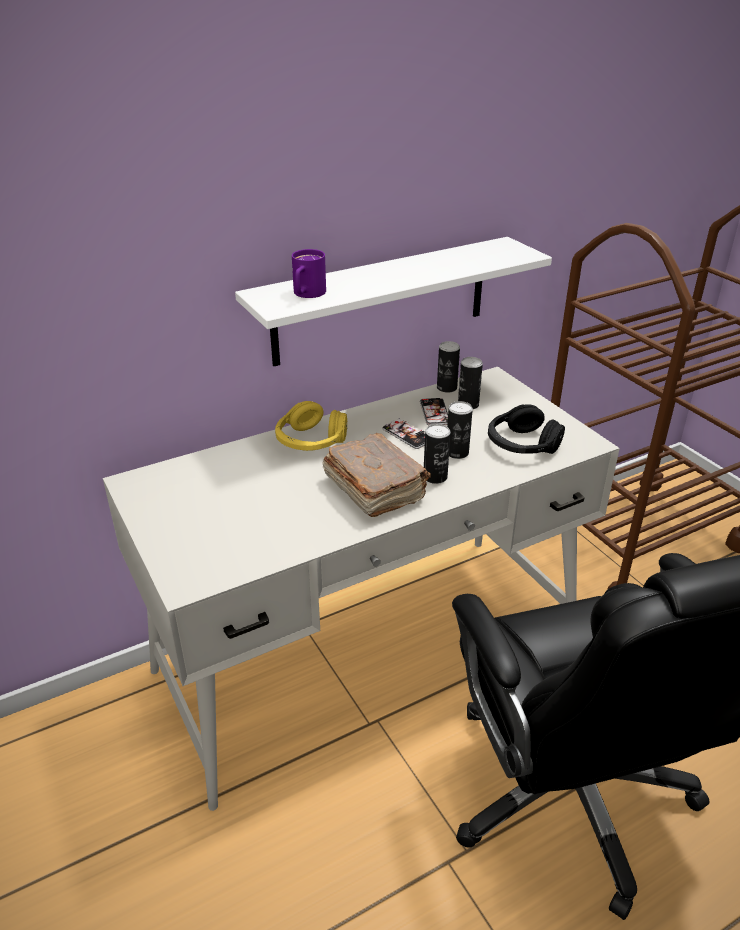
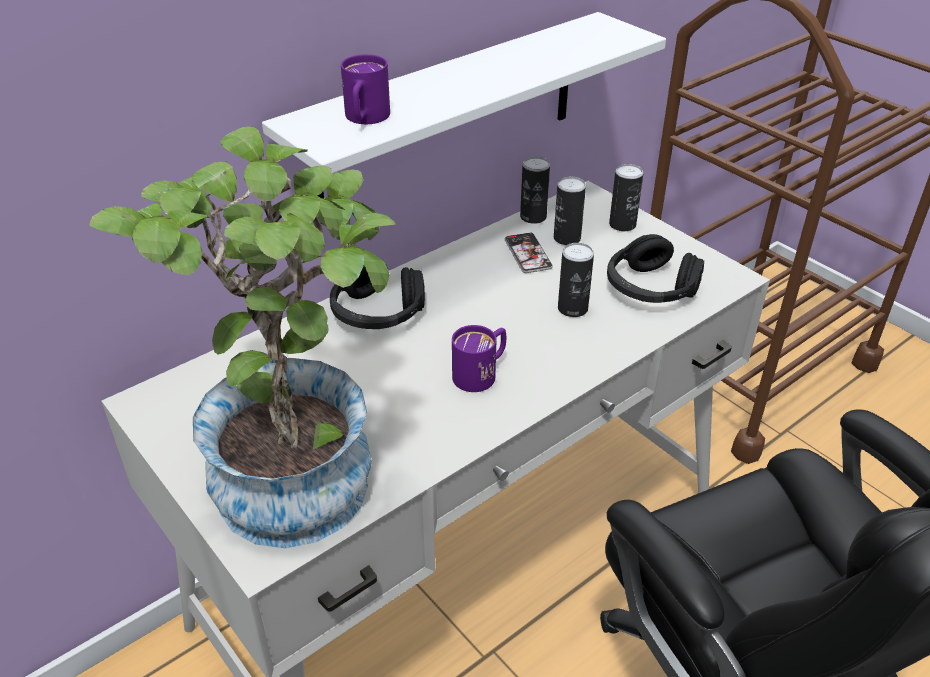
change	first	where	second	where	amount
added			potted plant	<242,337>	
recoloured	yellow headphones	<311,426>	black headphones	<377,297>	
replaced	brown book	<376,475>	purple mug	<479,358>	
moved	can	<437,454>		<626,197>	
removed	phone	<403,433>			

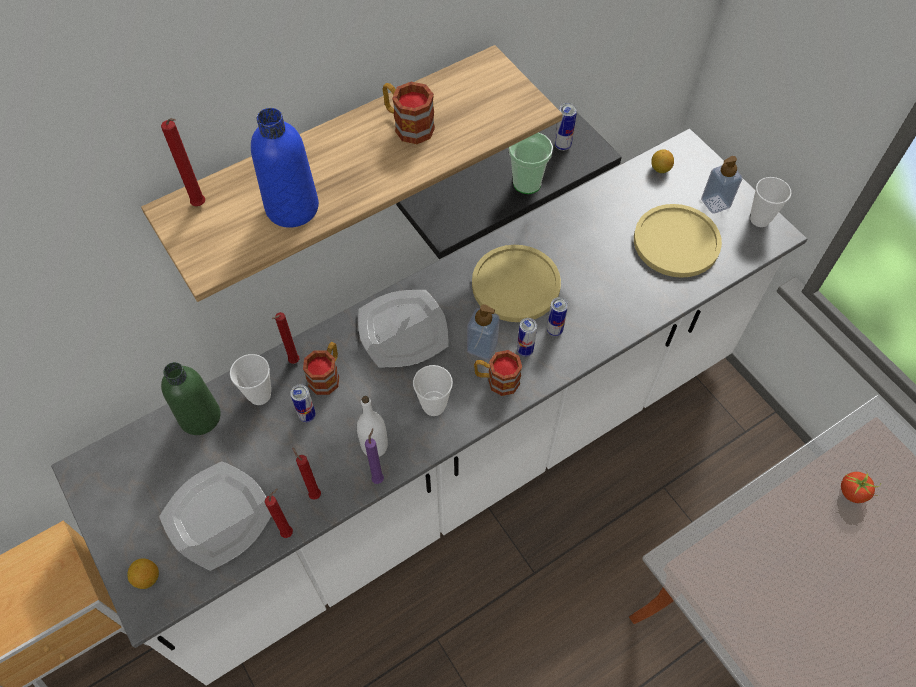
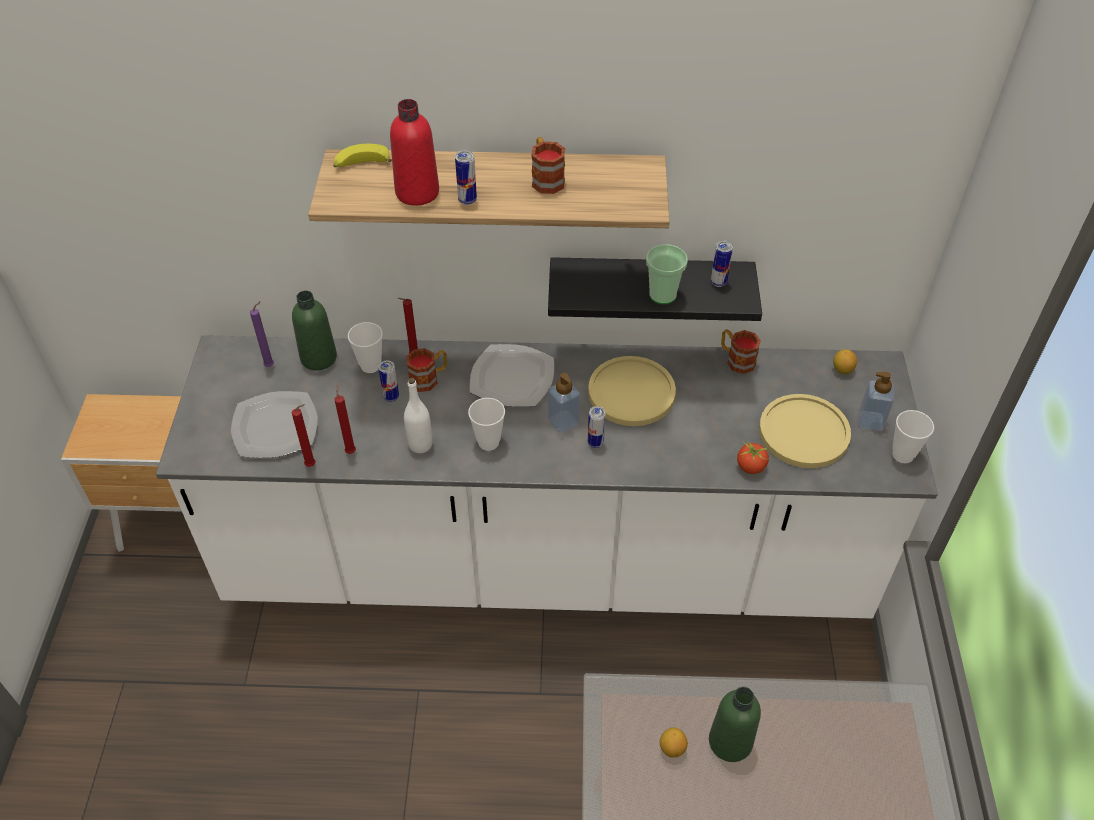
change	first	where	second	where	amount
moved	purple candle	<374,456>		<262,334>	
replaced	red candle	<183,162>	banana	<362,155>	
recoloured	blue bottle	<285,168>	red bottle	<414,152>	
moved	can	<557,316>		<466,177>	
moved	lemon	<143,573>		<674,743>	
added			green bottle	<735,724>	
moved	mug	<498,373>		<741,351>	
moved	tomato	<861,487>		<753,458>	

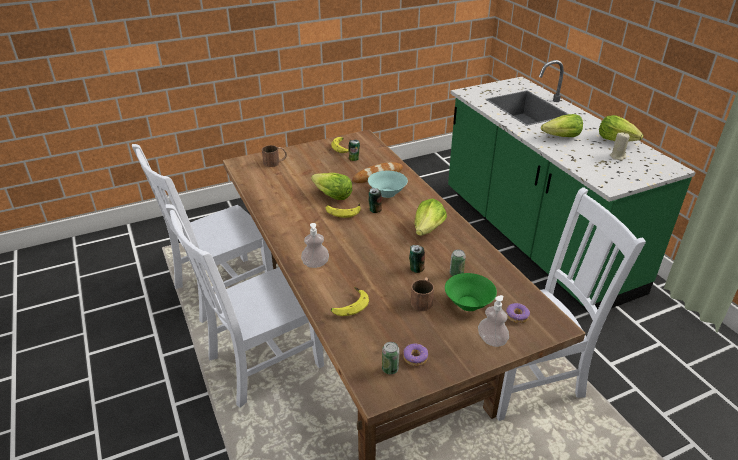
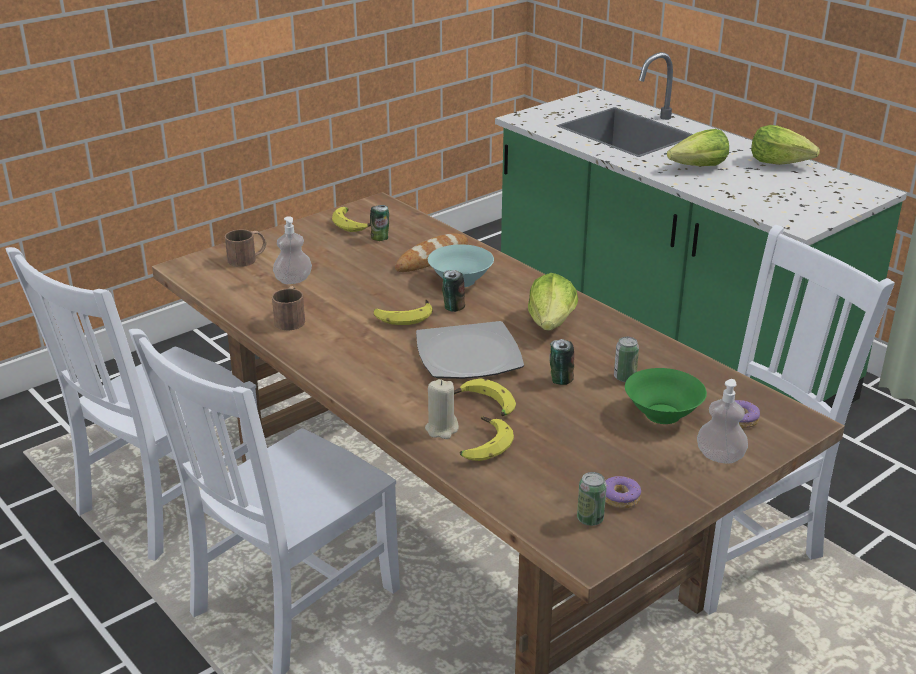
change	first	where	second	where	amount
moved	brown mug	<422,294>		<288,308>	
moved	soap dispenser	<315,245>		<292,250>	
added			plate	<470,350>	
moved	beige candle	<620,146>		<442,409>	
added			banana	<485,397>	
removed	lettuce	<331,186>			

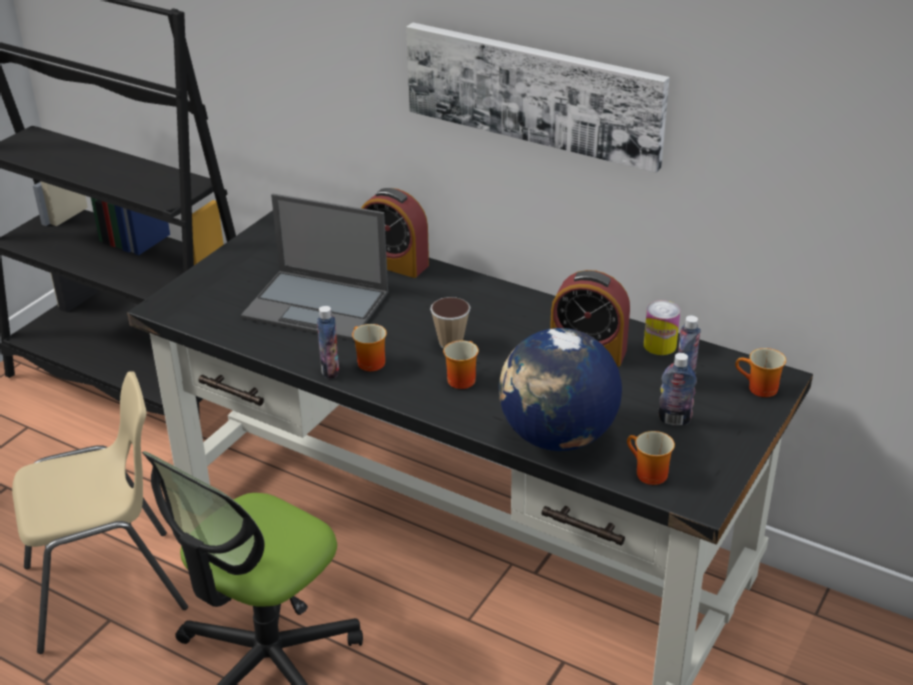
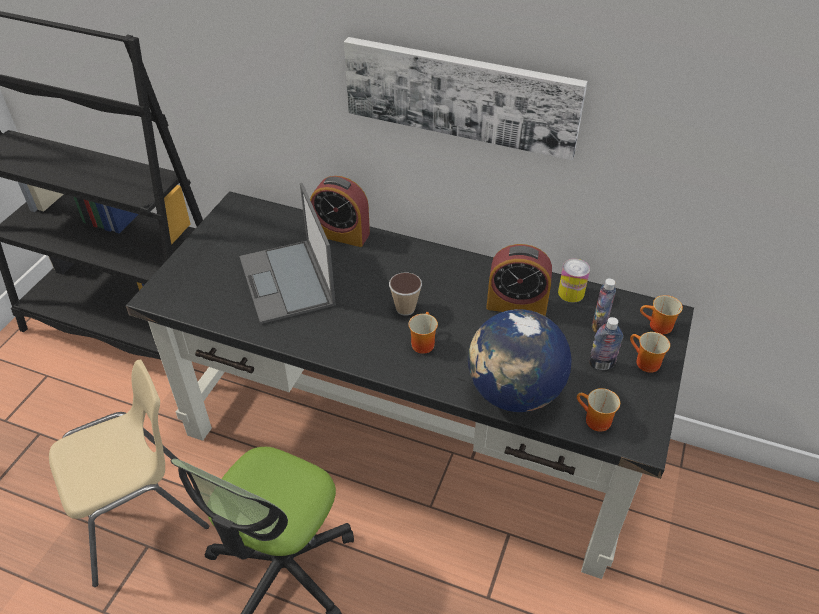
change	first	where	second	where	amount
turned	laptop	<314,267>		<287,253>	60 degrees clockwise
moved	mug	<369,347>		<650,352>	
removed	bottle	<328,342>			

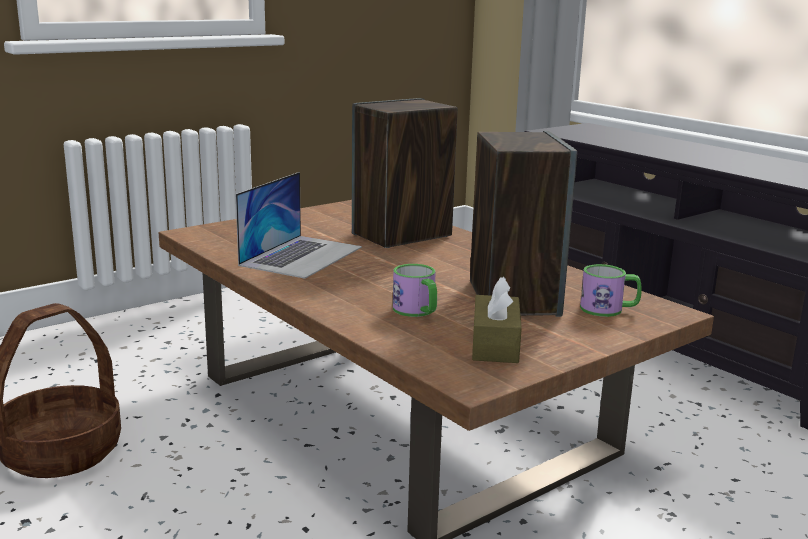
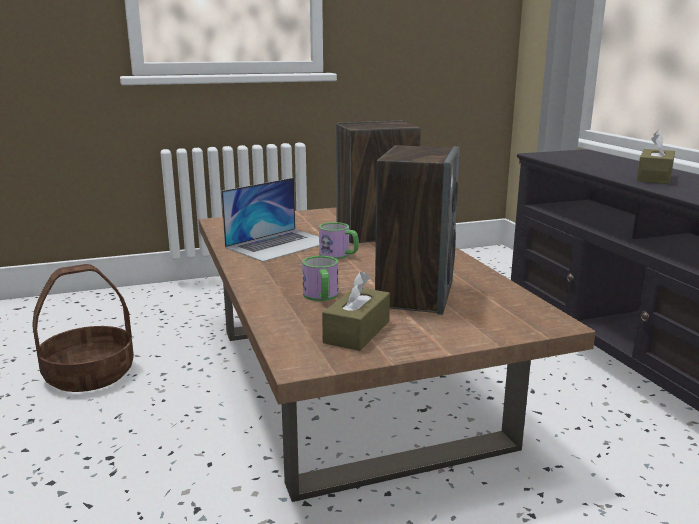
change	first	where	second	where	amount
moved	mug	<611,290>		<339,240>	
added			brown tissue box	<655,157>	

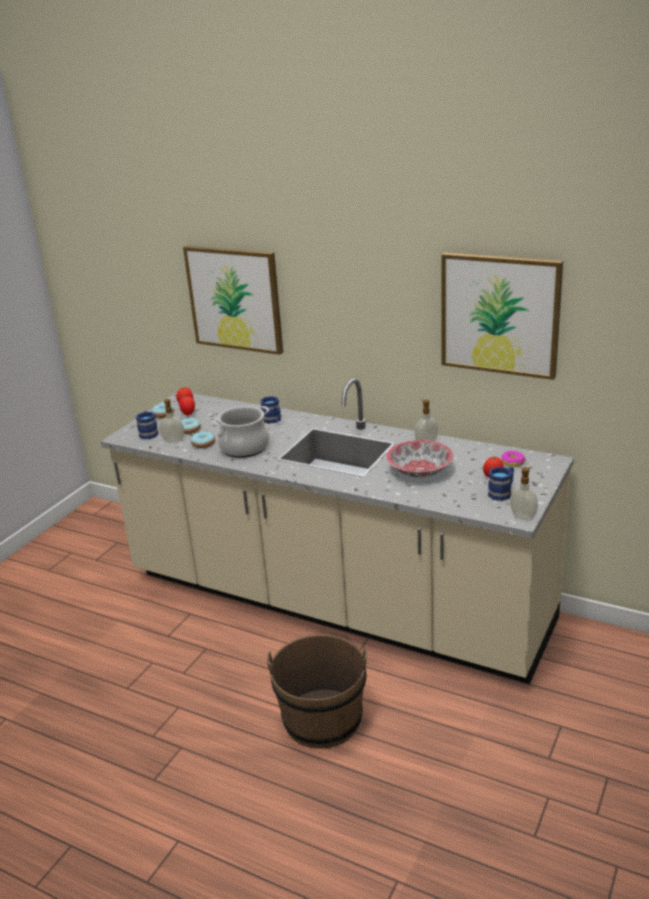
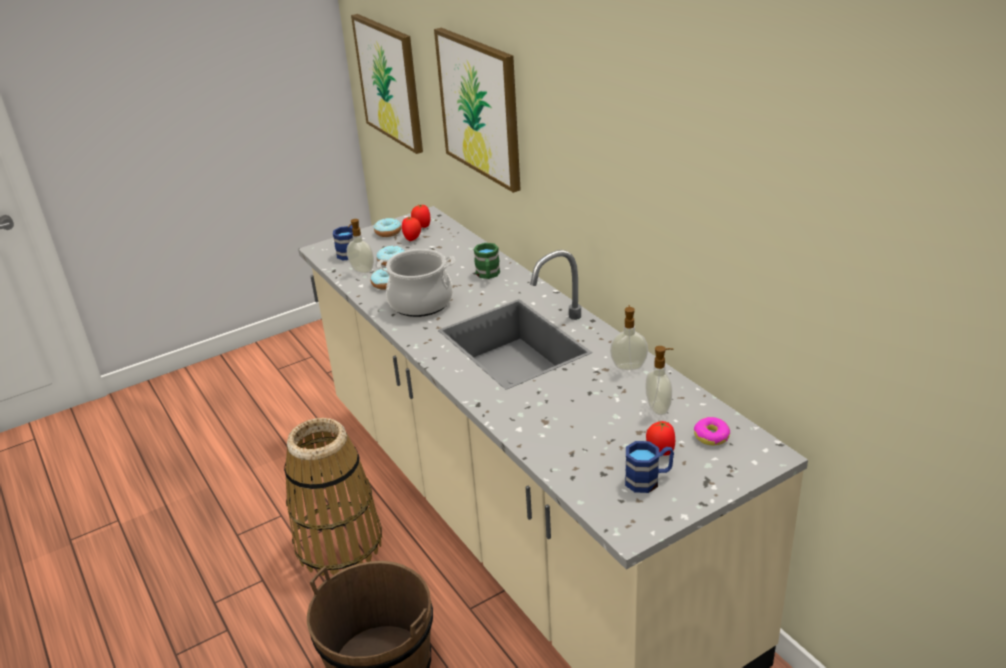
change	first	where	second	where	amount
added			basket	<333,497>	
moved	picture	<502,316>		<387,84>	
recoloured	blue mug	<270,410>	green mug	<486,261>	
moved	soap dispenser	<524,494>		<659,380>	
removed	bowl	<420,459>			

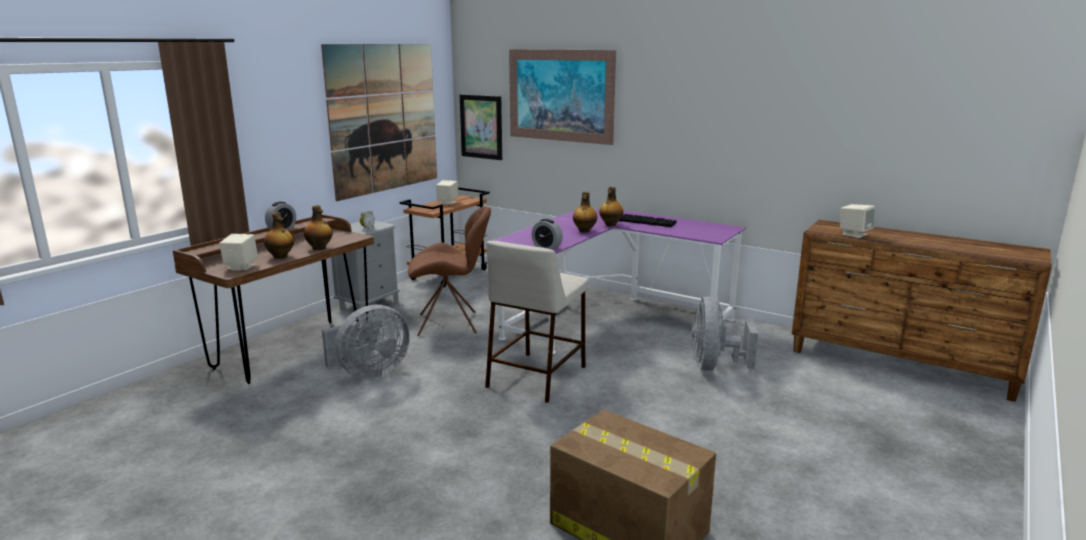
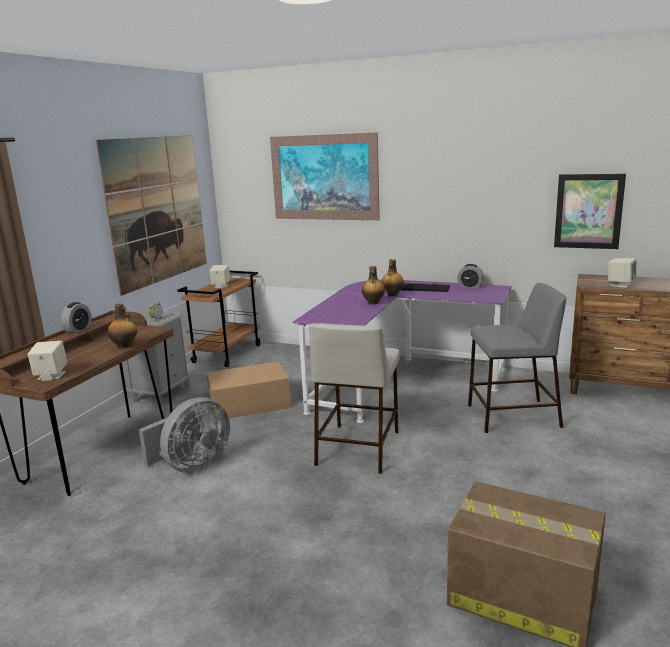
change	first	where	second	where	amount
replaced	brown chair	<449,271>	cardboard box	<249,391>	
moved	alarm clock	<547,234>		<470,276>	
replaced	grey fan	<725,334>	grey stool	<517,358>	
moved	picture	<481,127>		<590,211>	
removed	bottle	<279,235>			

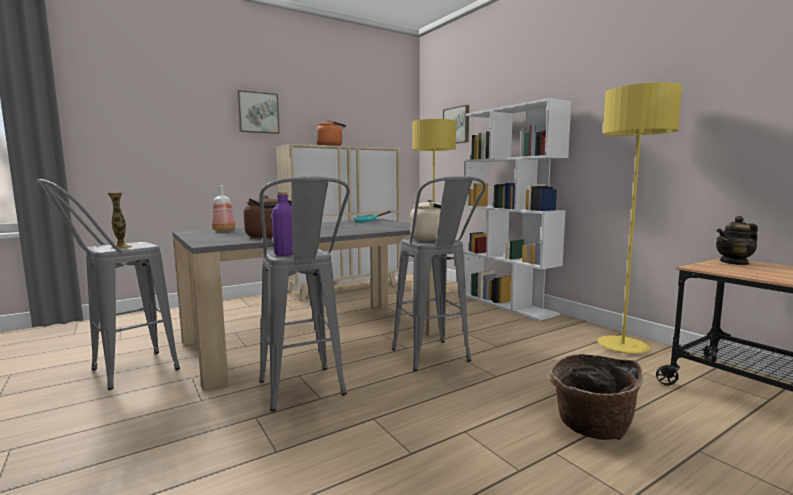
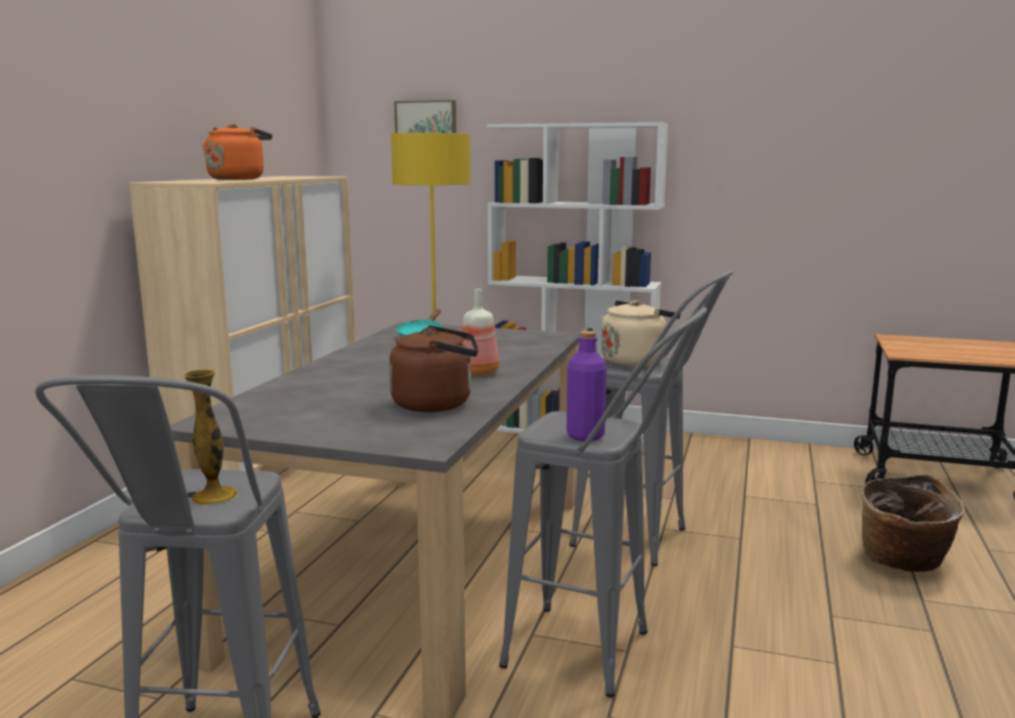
change	first	where	second	where	amount
moved	bottle	<223,208>		<480,332>	
removed	picture	<258,112>			
removed	yellow floor lamp	<639,218>			
removed	teapot	<737,240>			

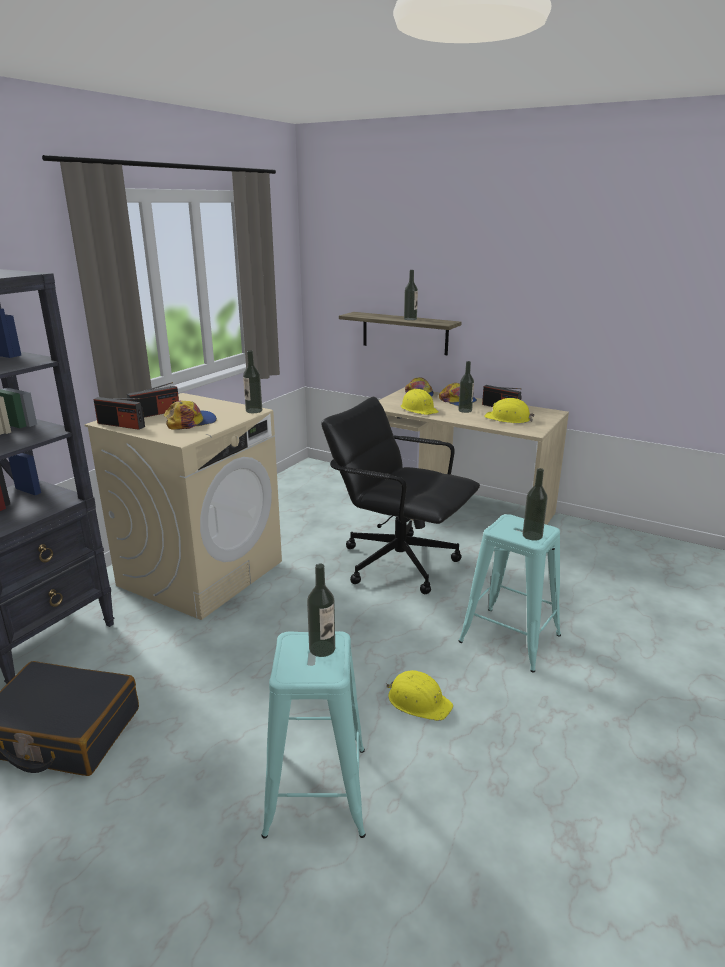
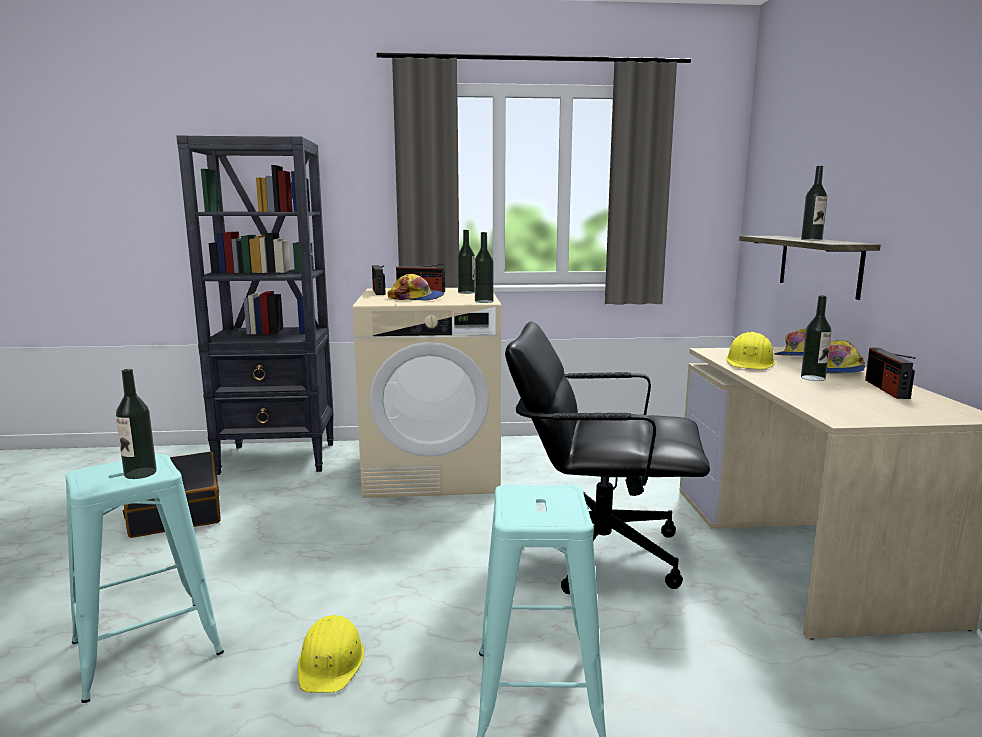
change	first	where	second	where	amount
moved	bottle	<535,504>		<466,262>	
turned	black office chair	<400,495>		<607,457>	75 degrees counterclockwise
removed	yellow hard hat	<509,410>			

